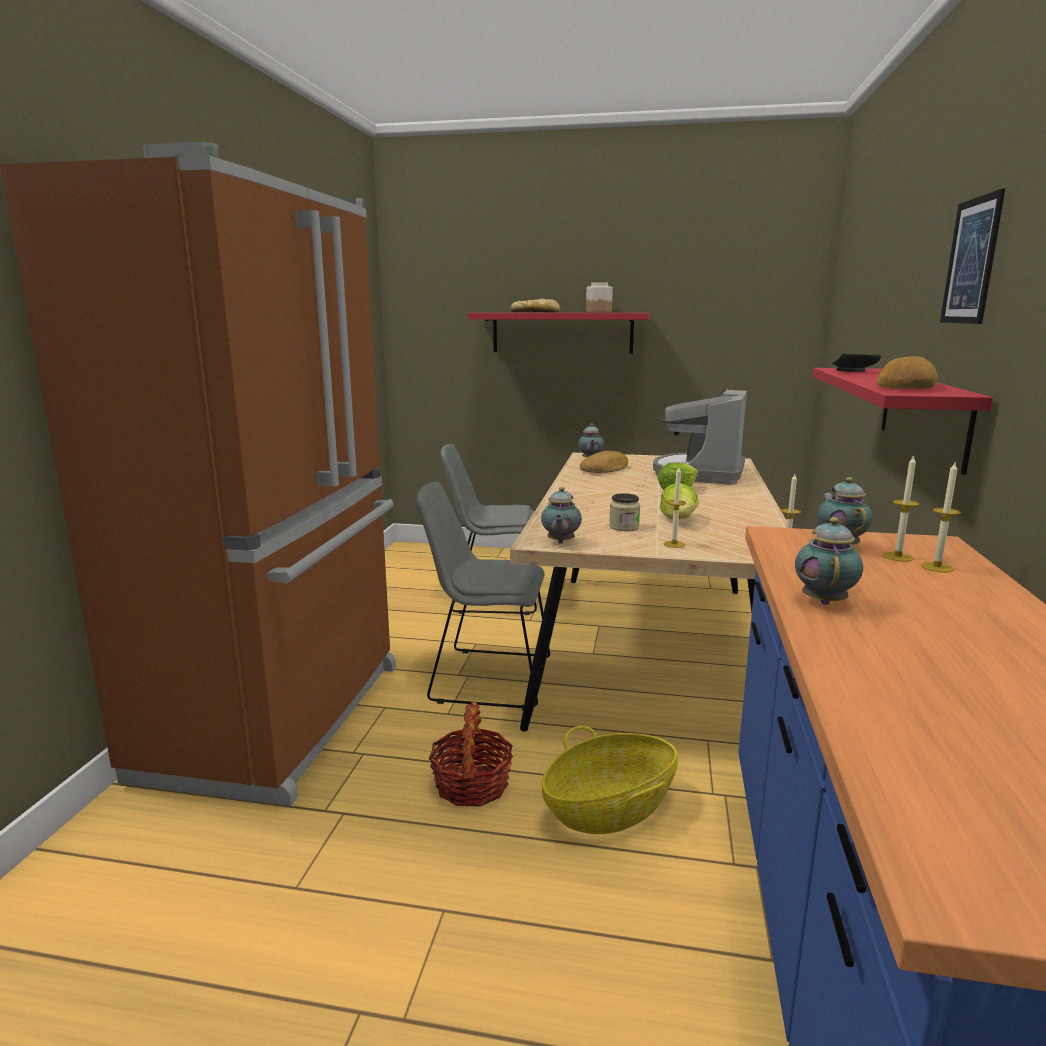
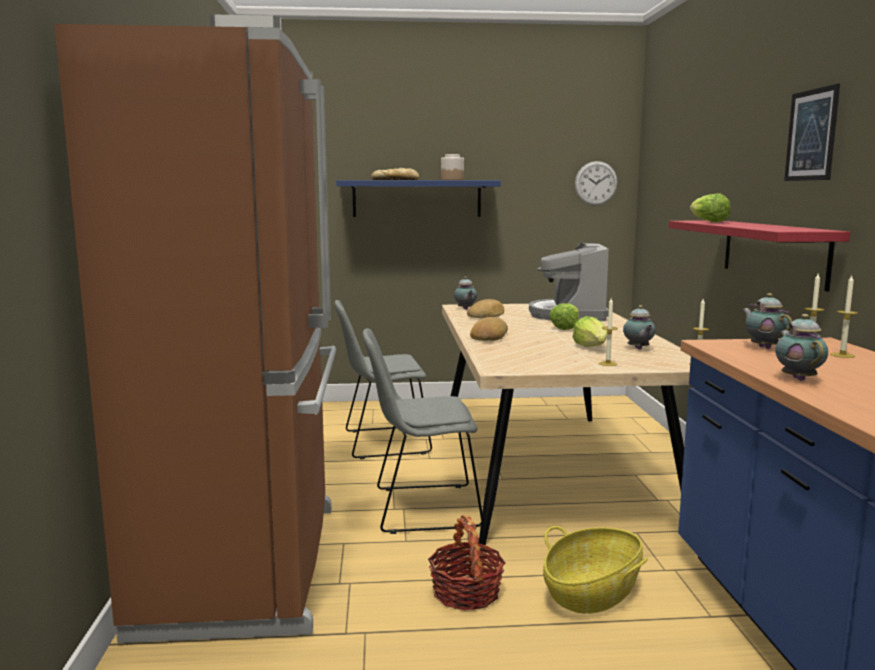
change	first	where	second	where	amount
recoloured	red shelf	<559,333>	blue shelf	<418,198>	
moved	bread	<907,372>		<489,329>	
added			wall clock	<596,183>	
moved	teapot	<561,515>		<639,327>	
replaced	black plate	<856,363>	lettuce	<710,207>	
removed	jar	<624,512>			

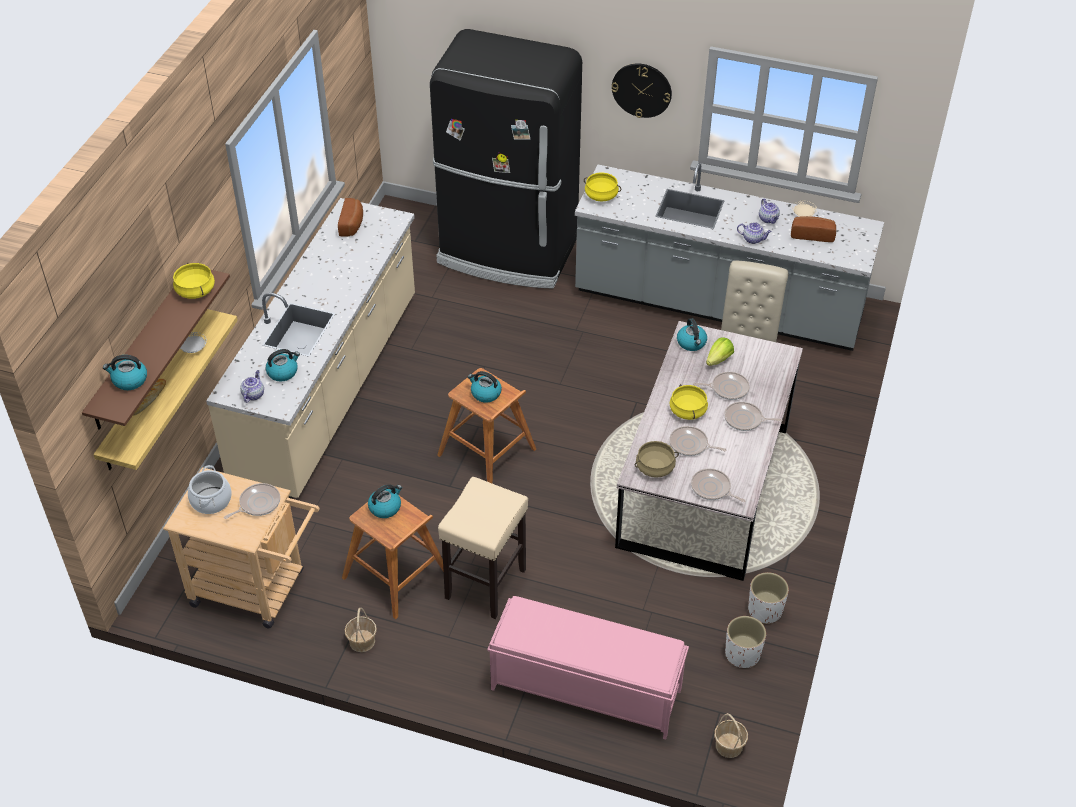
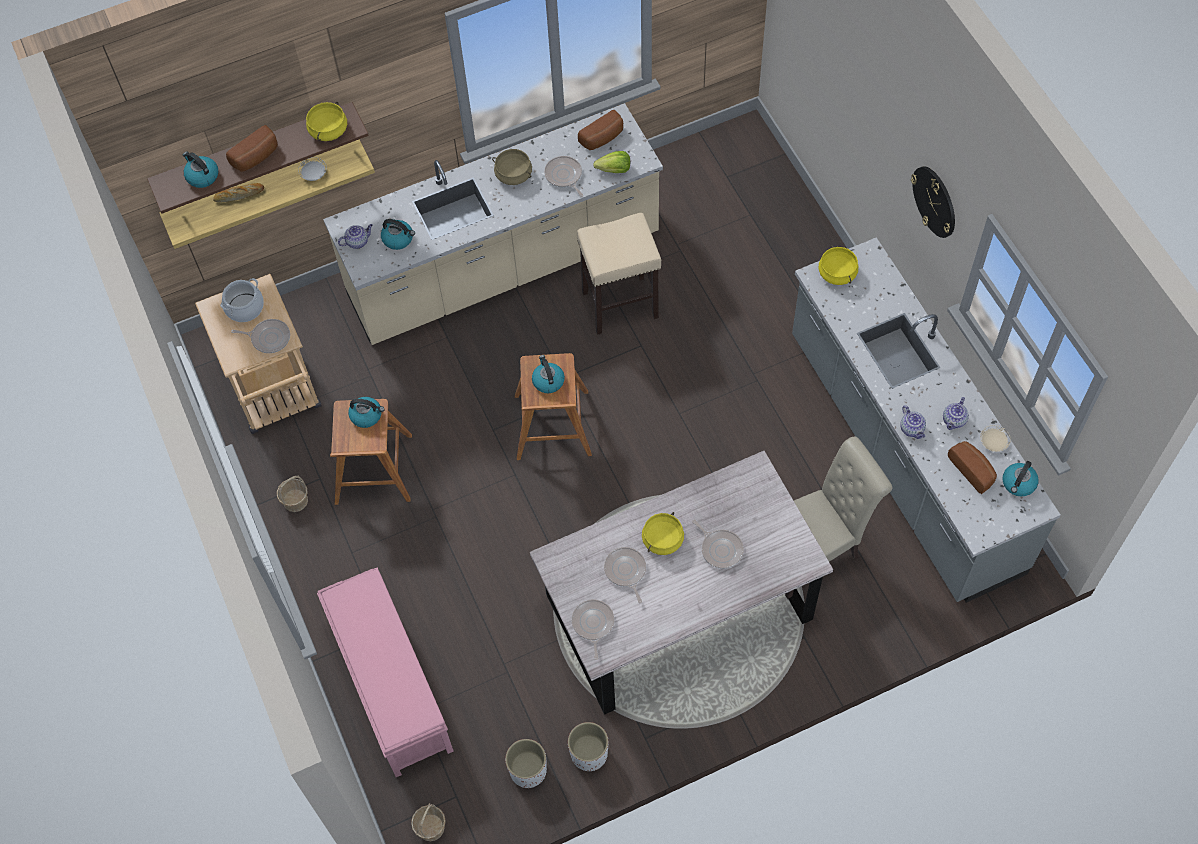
change	first	where	second	where	amount
added			bread	<252,148>	
moved	beige cooking pot	<657,459>		<512,167>	
moved	frying pan	<753,416>		<563,176>	
moved	beige stool	<483,548>		<619,274>	
moved	lettuce	<720,351>		<611,162>	
moved	kettle	<692,334>		<1021,478>	
removed	black fridge	<506,158>			

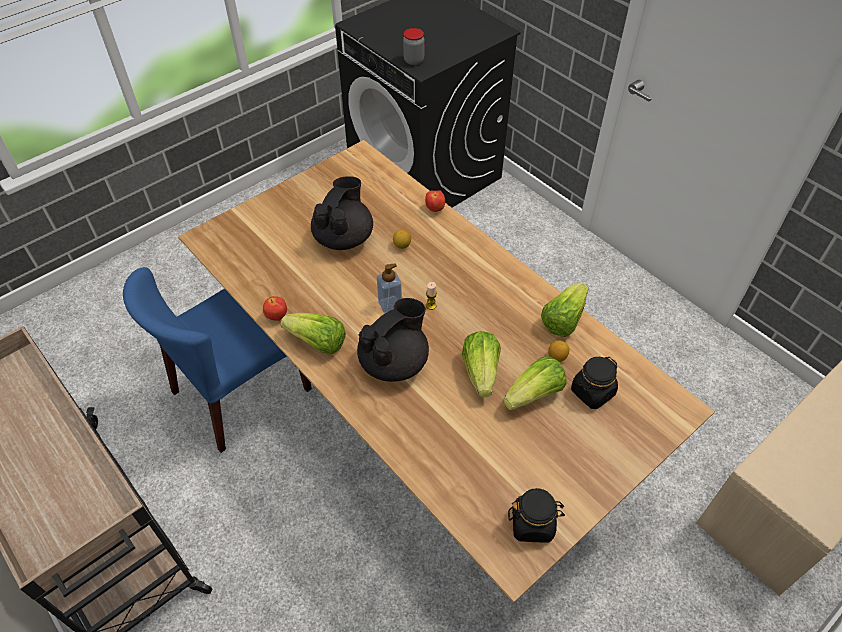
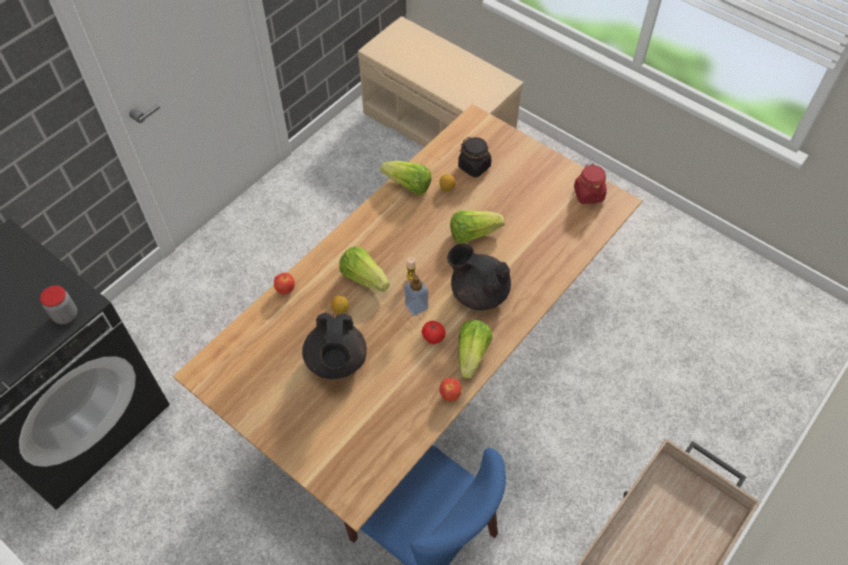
change	first	where	second	where	amount
turned	black teapot	<342,213>		<334,346>	105 degrees counterclockwise
moved	lettuce	<534,383>		<364,269>	
added			tomato	<434,332>	
recoloured	black jar	<536,515>	red jar	<590,184>	

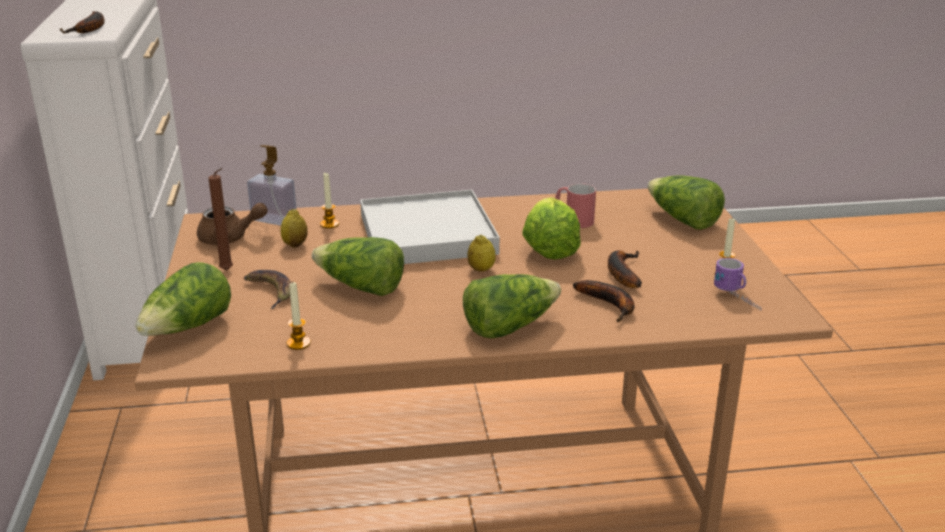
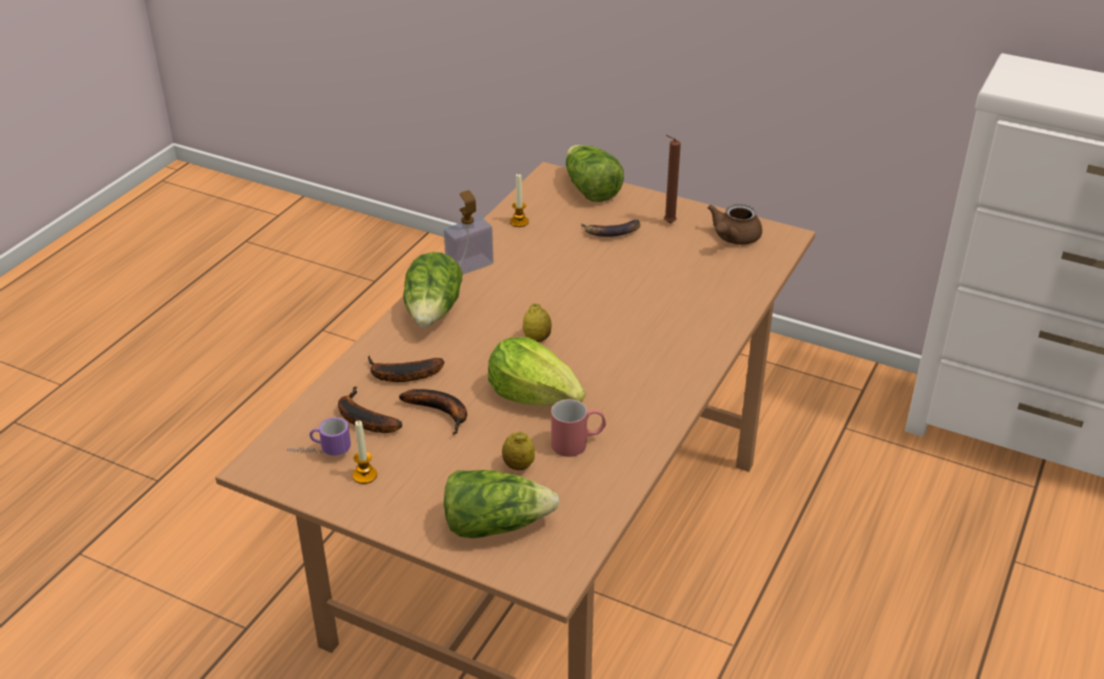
change	first	where	second	where	amount
moved	banana	<82,22>		<370,409>	
moved	soap dispenser	<272,185>		<468,232>	
moved	lemon	<294,228>		<518,450>	
removed	lettuce	<358,266>			
removed	candle	<329,201>			
removed	white tray	<430,227>			

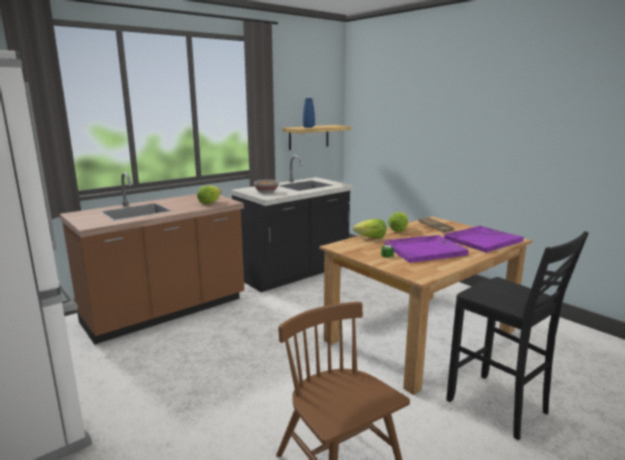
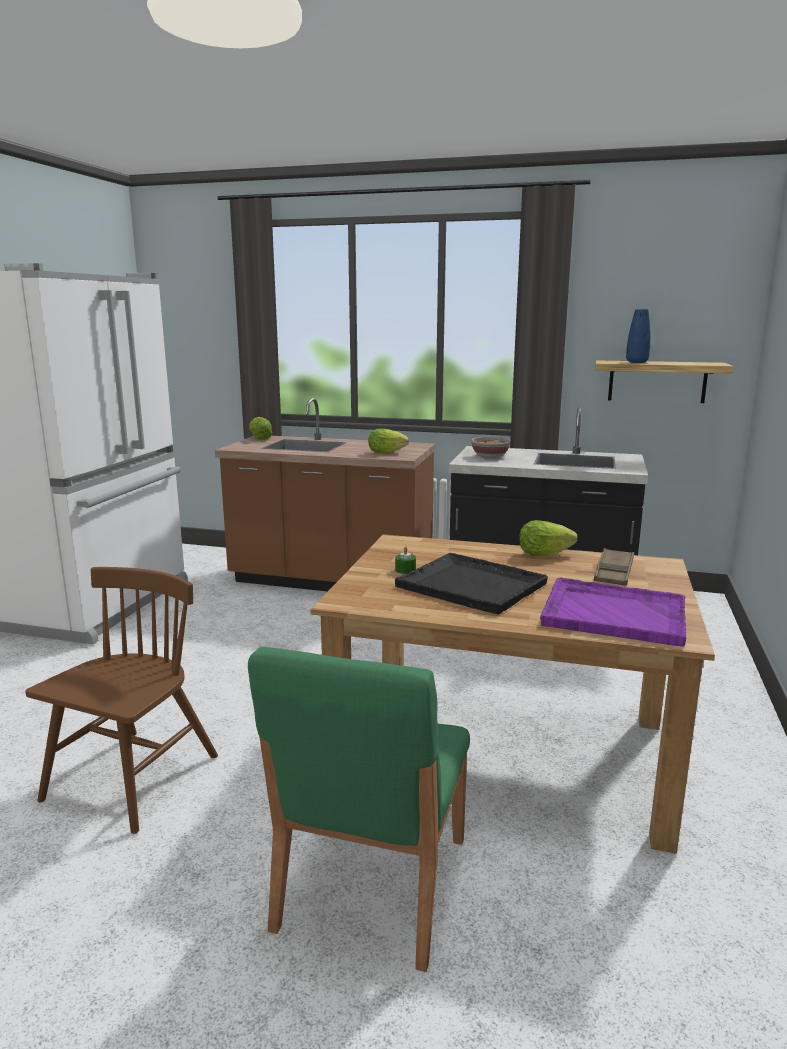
change	first	where	second	where	amount
replaced	black stool	<517,335>	green chair	<359,809>	
moved	lettuce	<369,229>		<261,428>	
recoloured	purple tray	<426,249>	black tray	<471,583>	

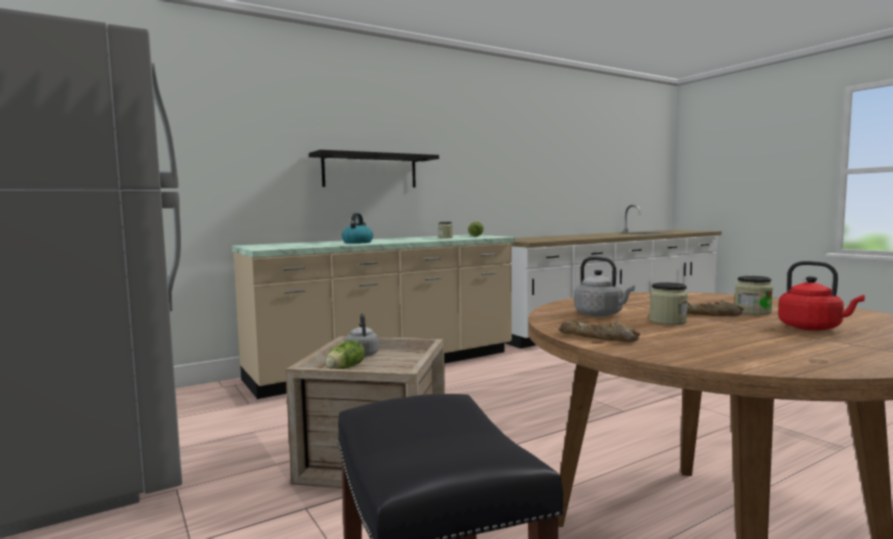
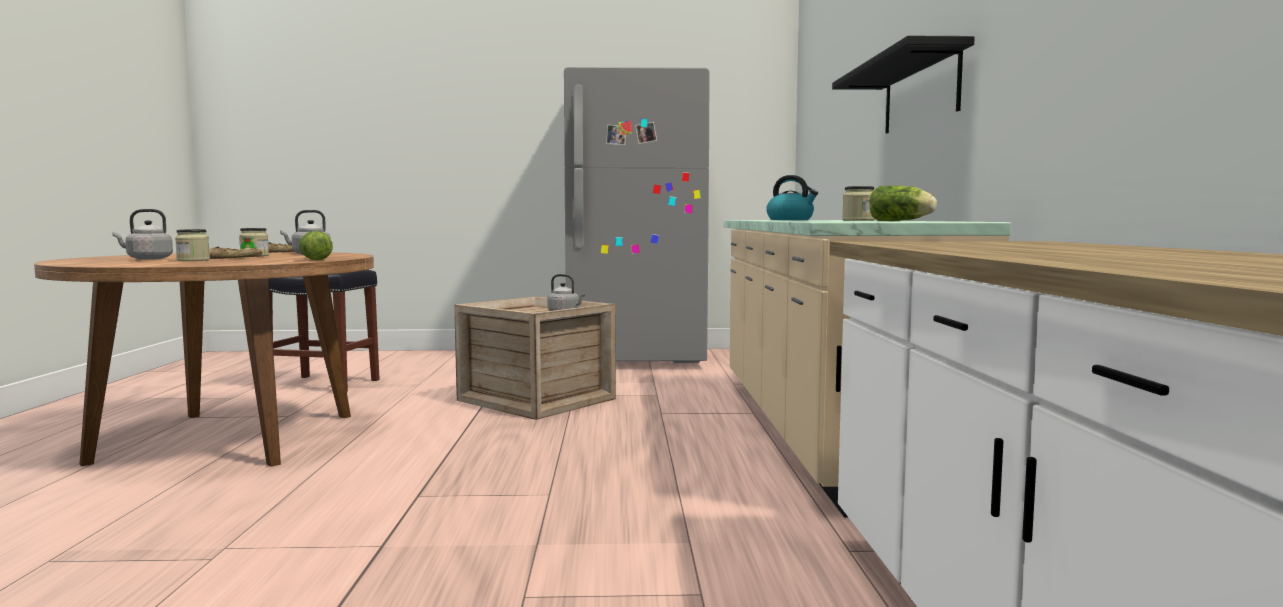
change	first	where	second	where	amount
recoloured	red kettle	<821,296>	grey kettle	<142,234>	
moved	lettuce	<345,354>		<316,245>	

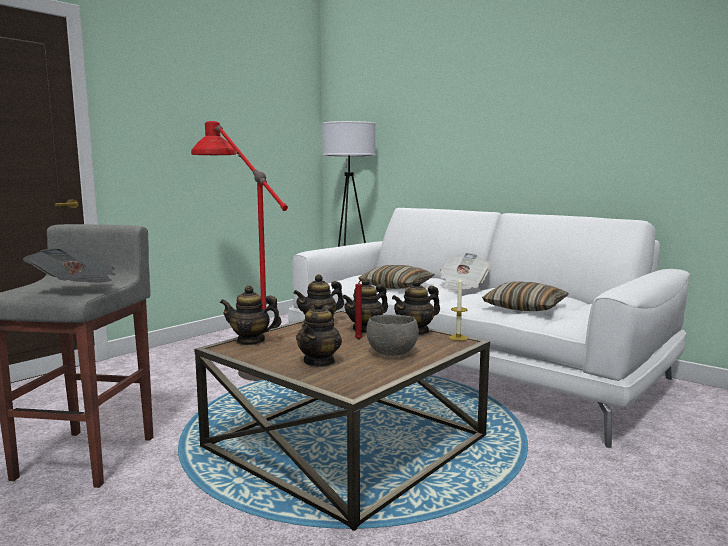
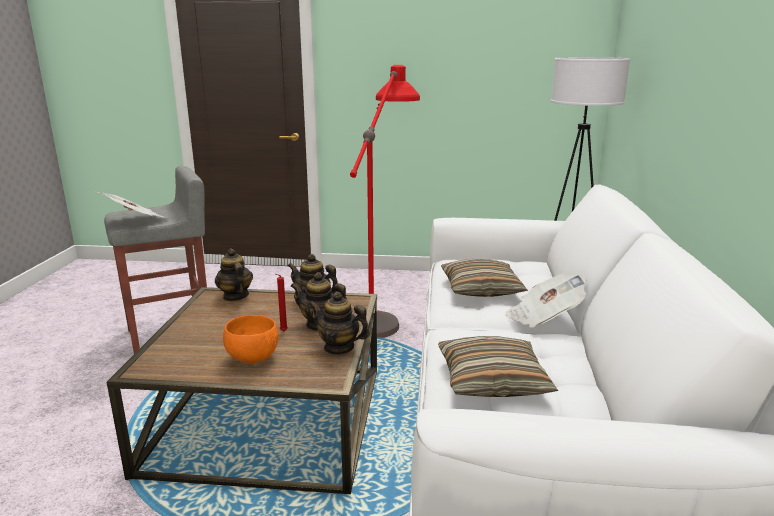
change	first	where	second	where	amount
recoloured	grey bowl	<393,335>	orange bowl	<251,339>	
removed	teapot	<319,333>			
removed	candle	<458,309>			

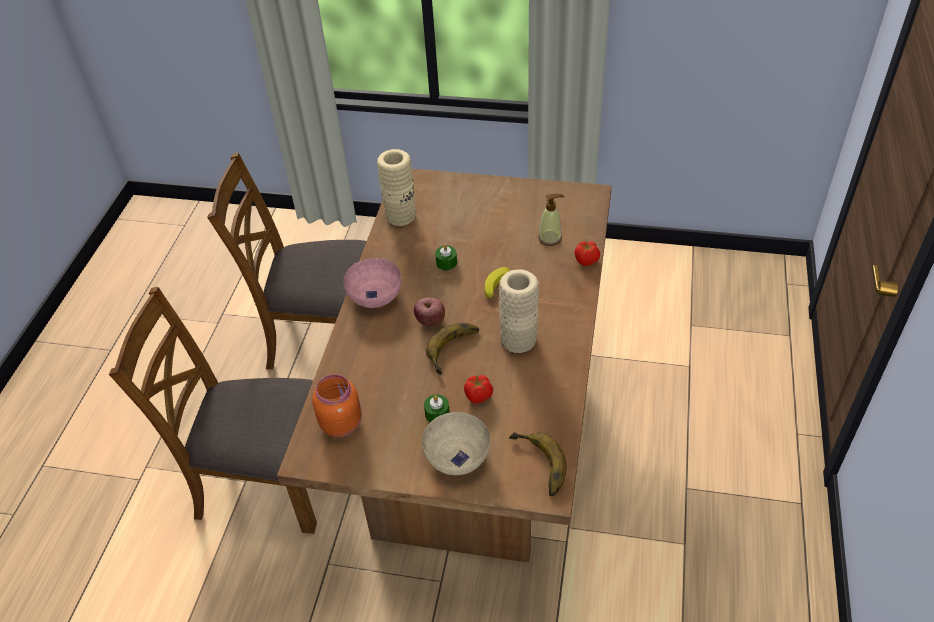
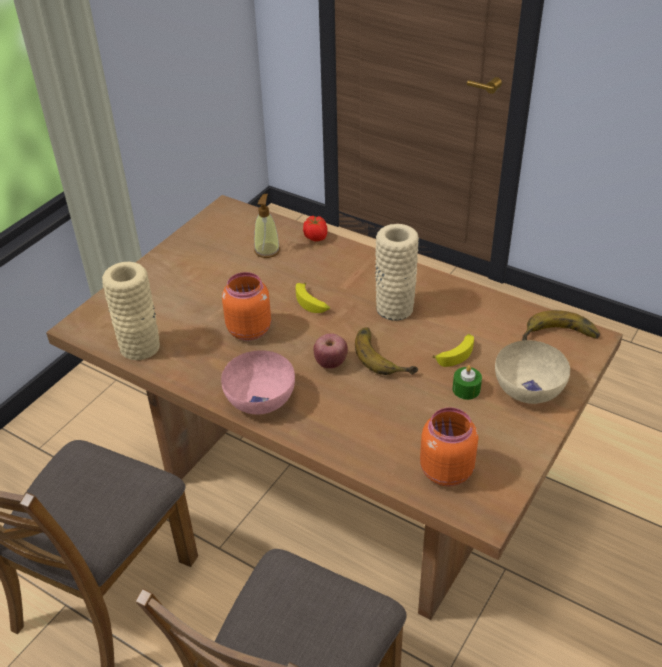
change	first	where	second	where	amount
replaced	green candle	<446,257>	orange jar	<246,306>	
replaced	tomato	<478,389>	banana	<453,350>	

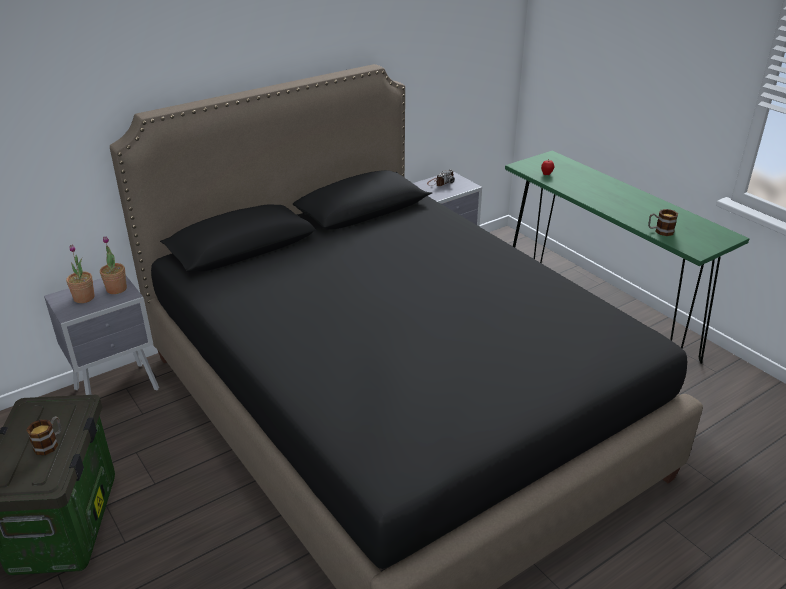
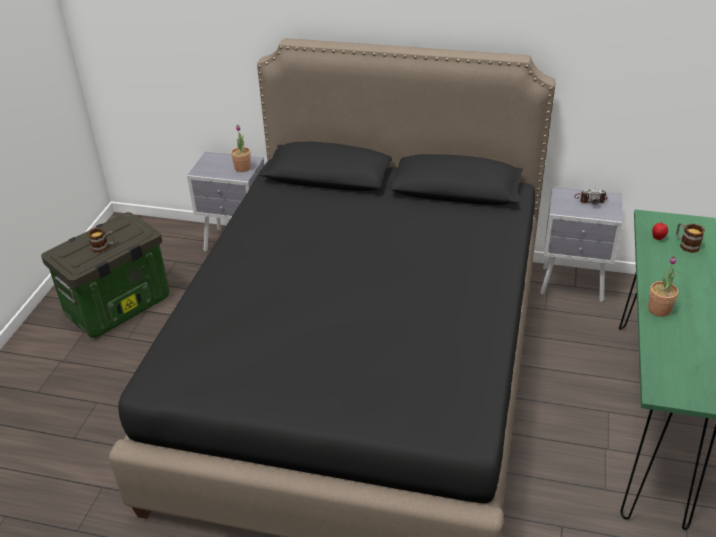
change	first	where	second	where	amount
moved	potted plant	<80,274>		<663,287>	
moved	mug	<663,222>		<690,238>	

